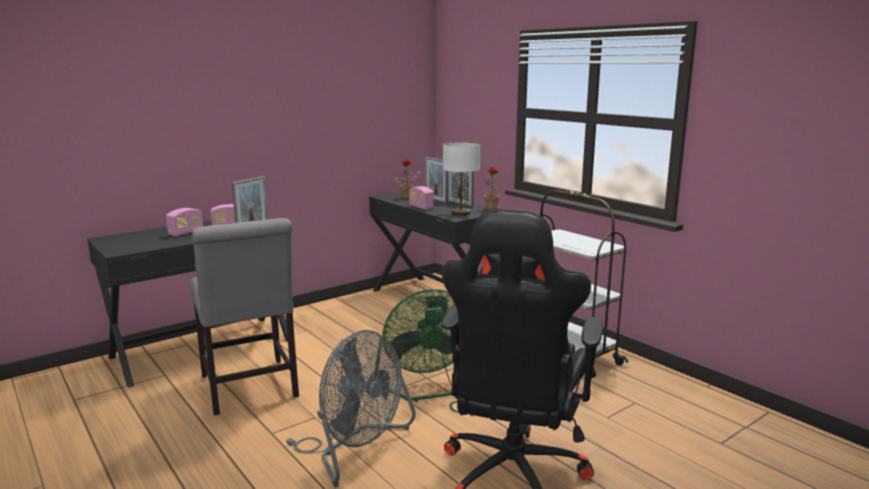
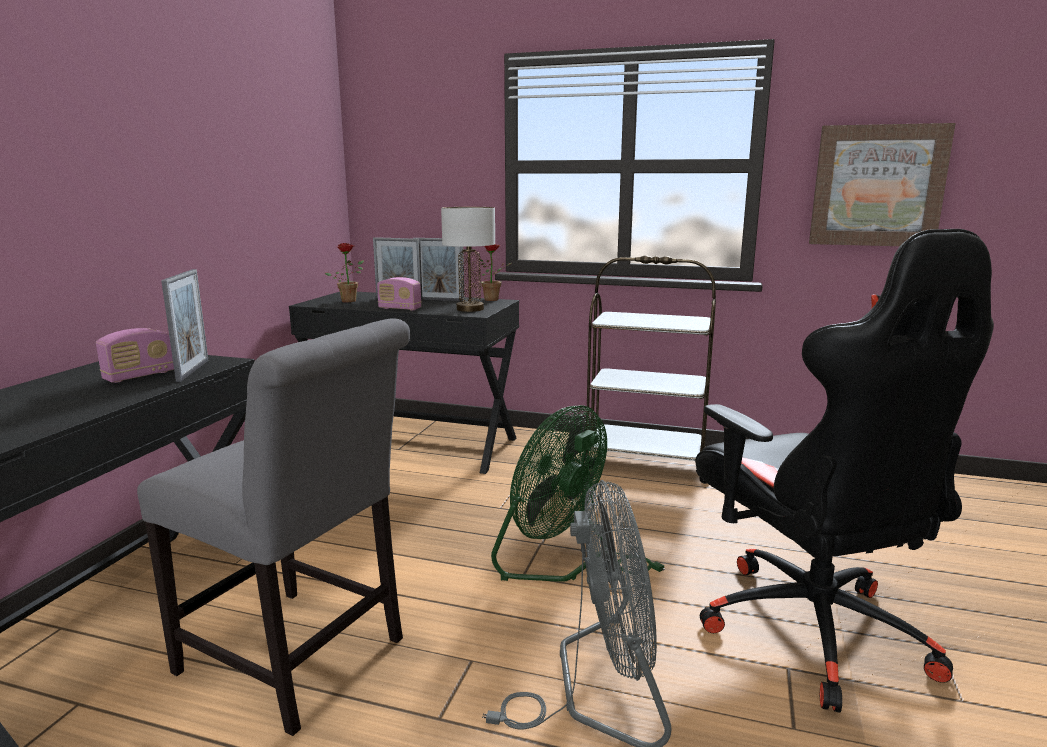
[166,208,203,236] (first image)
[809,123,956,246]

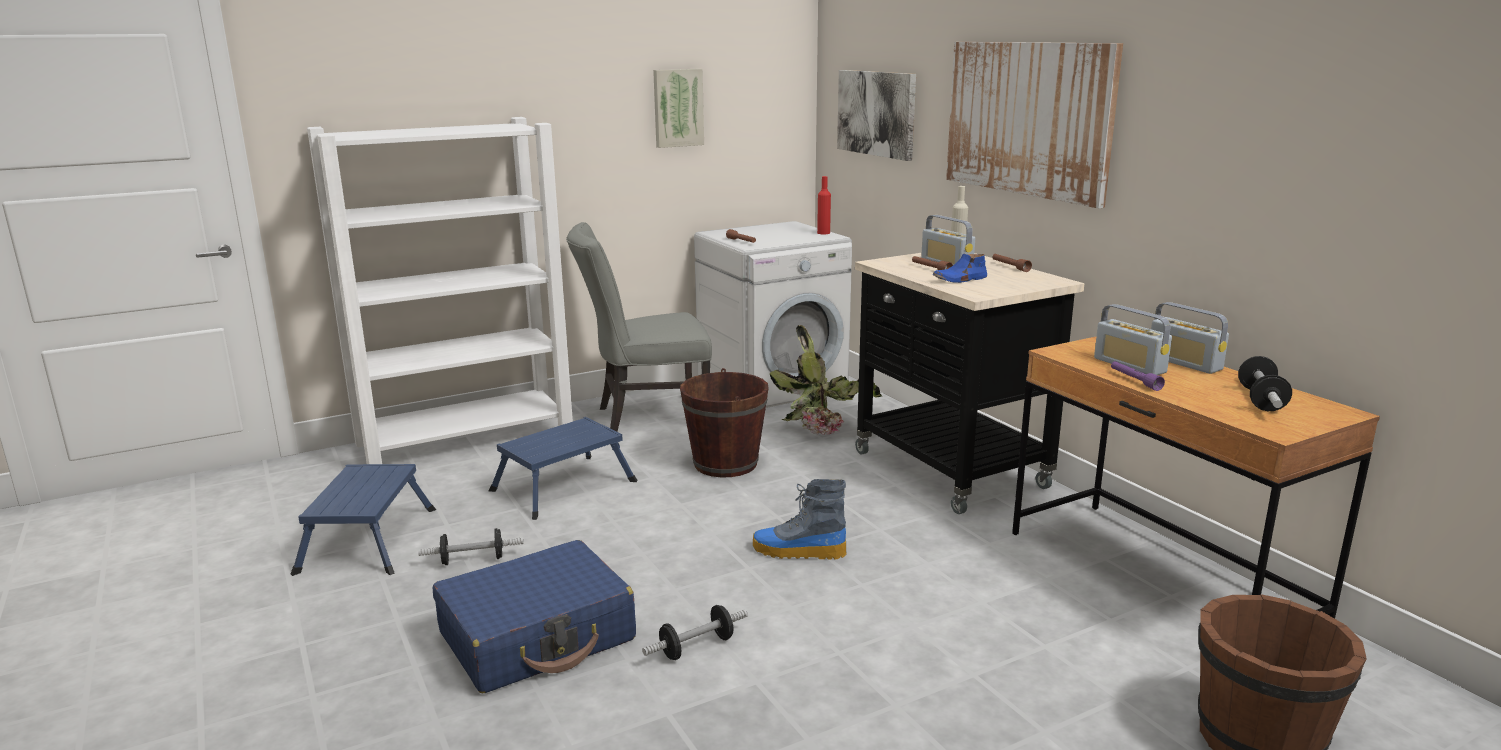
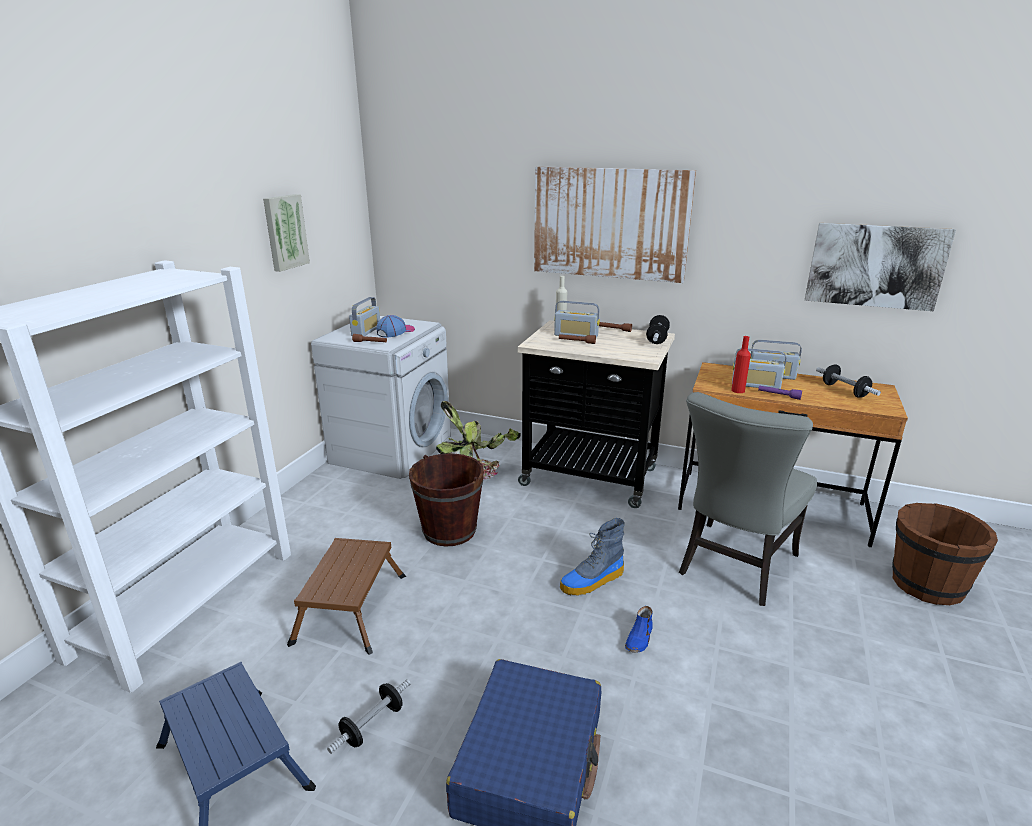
[287,538,406,655]
[679,392,817,606]
[646,315,670,344]
[731,336,751,393]
[805,223,956,311]
[625,606,653,653]
[349,297,380,336]
[376,315,415,338]

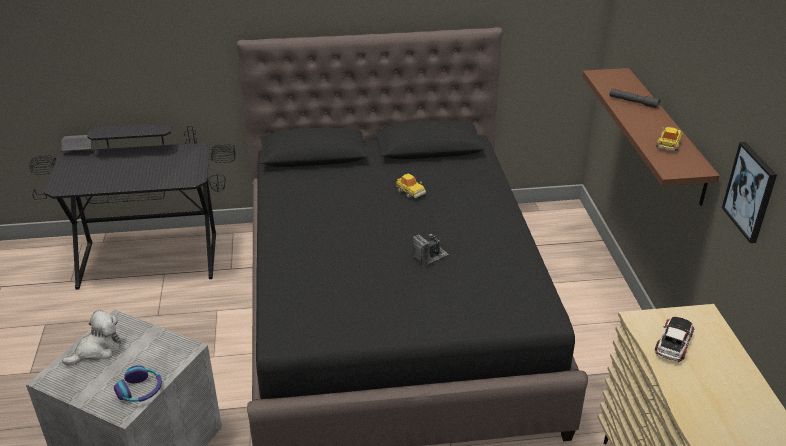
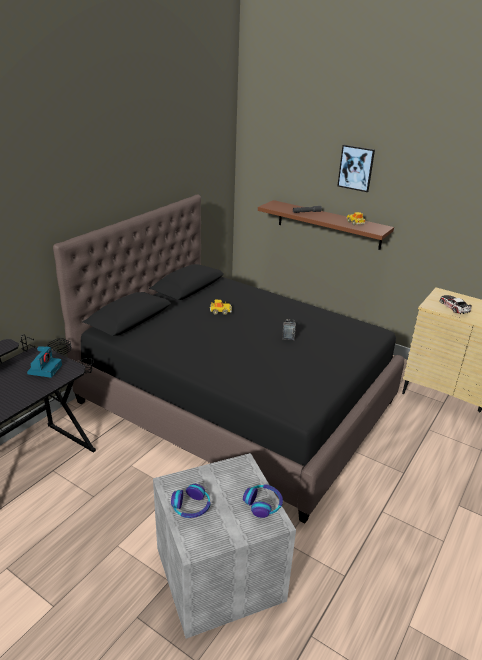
[171,484,211,518]
[337,145,375,192]
[27,346,62,378]

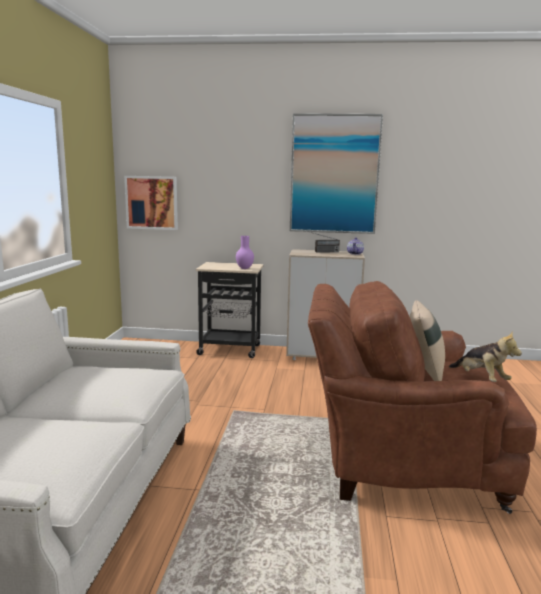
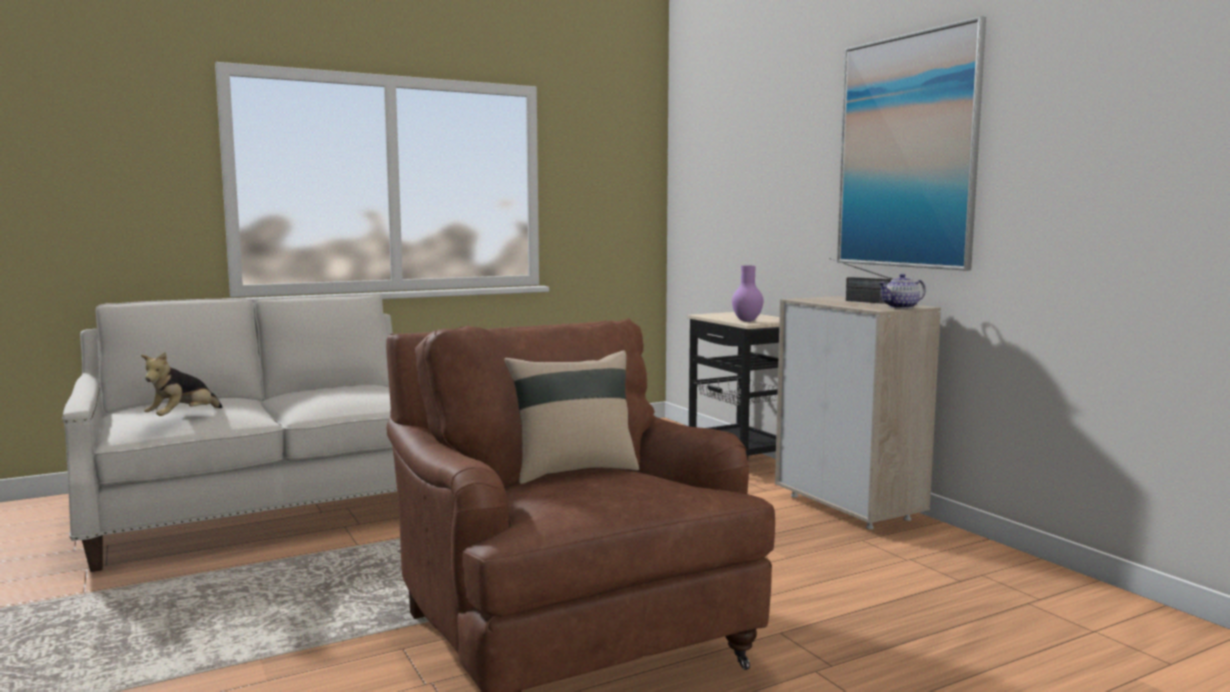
[124,176,178,230] (first image)
[141,352,222,416]

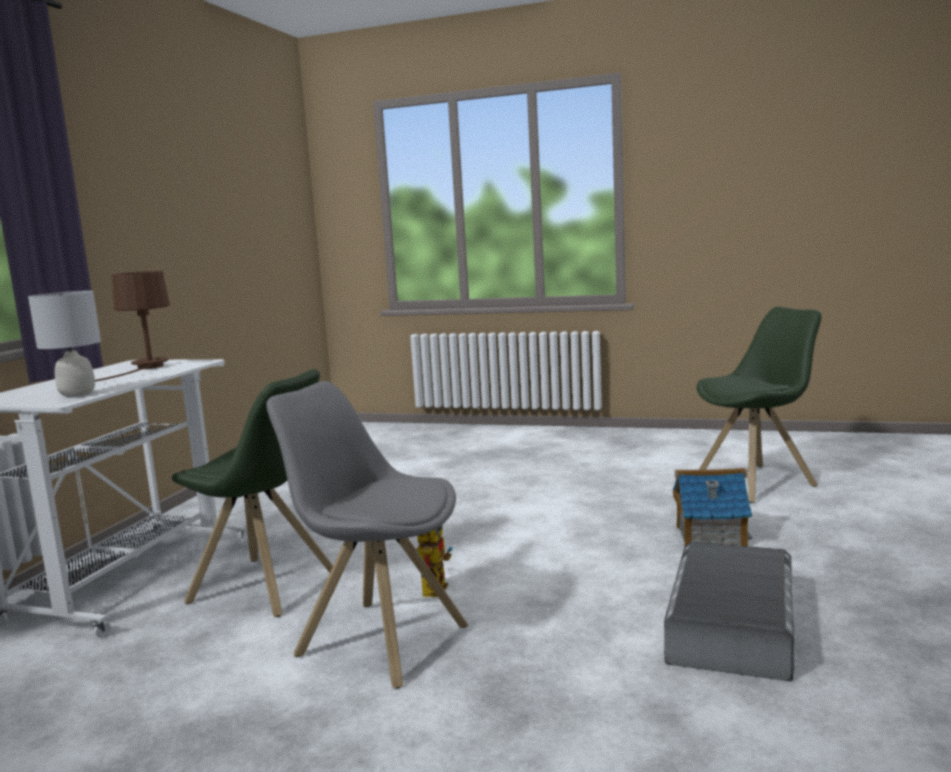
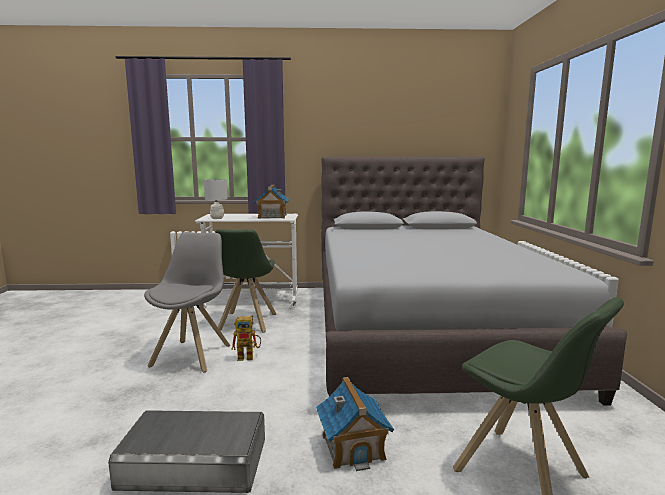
[254,185,289,219]
[321,157,627,406]

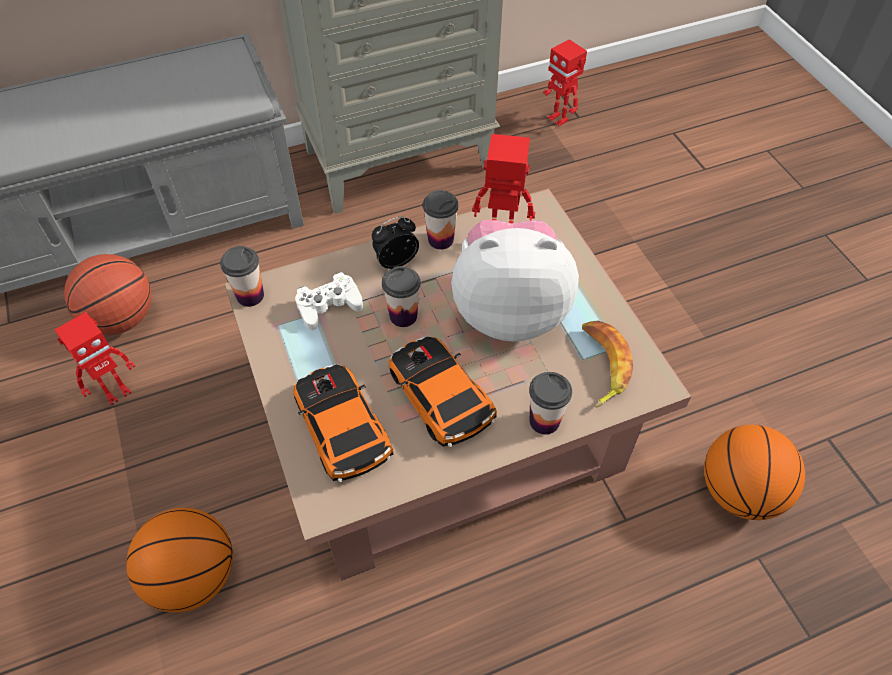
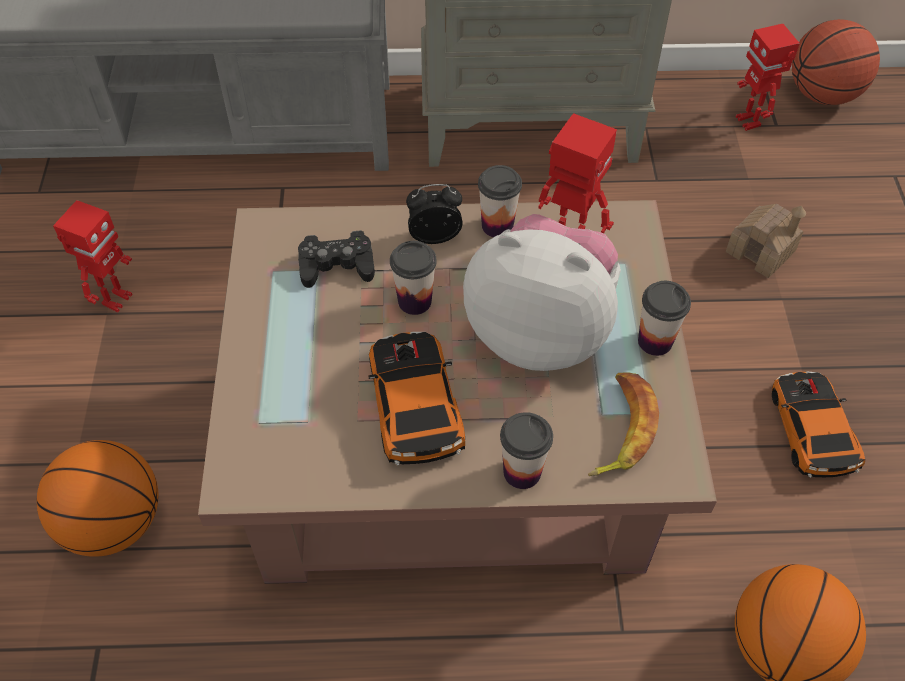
[53,200,133,312]
[792,19,880,105]
[638,281,691,356]
[772,372,866,478]
[298,230,375,288]
[726,204,806,278]

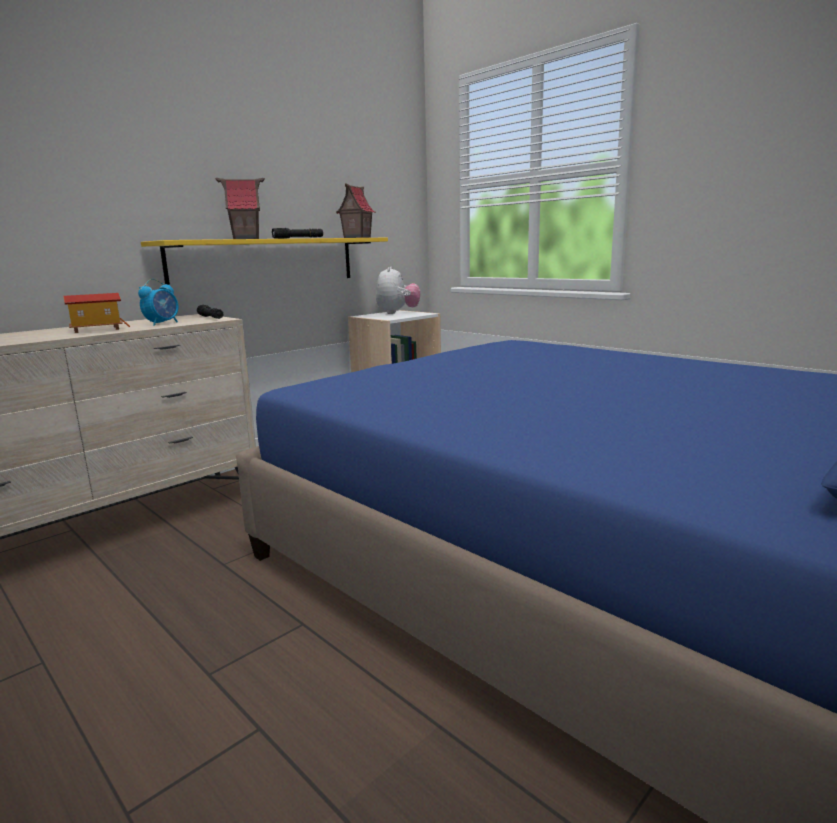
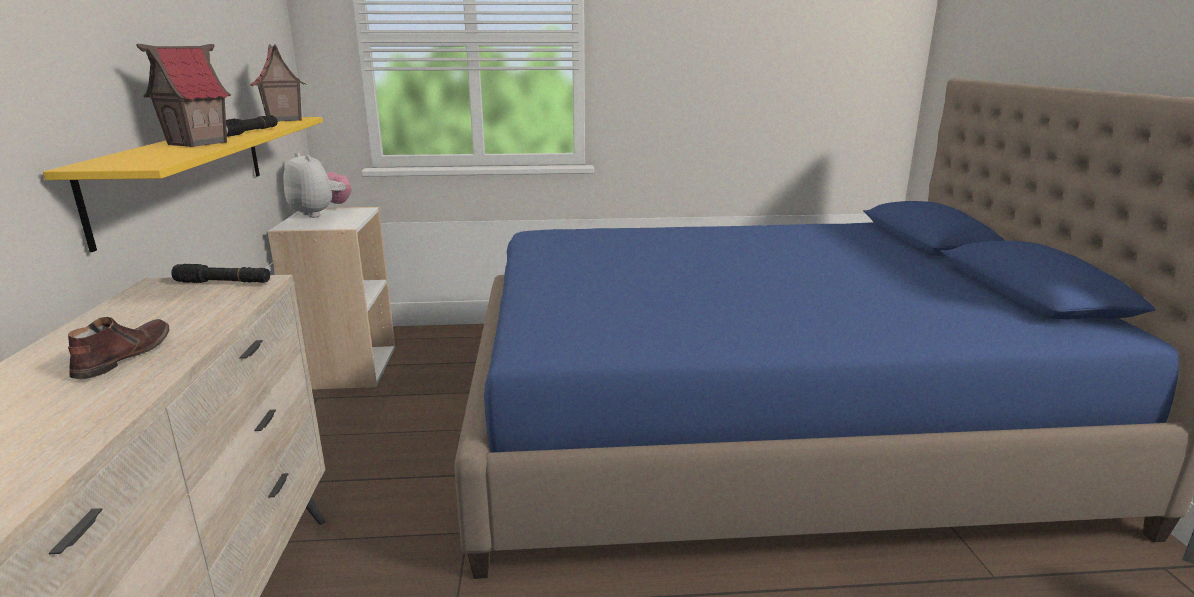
[68,317,170,379]
[138,279,178,326] (first image)

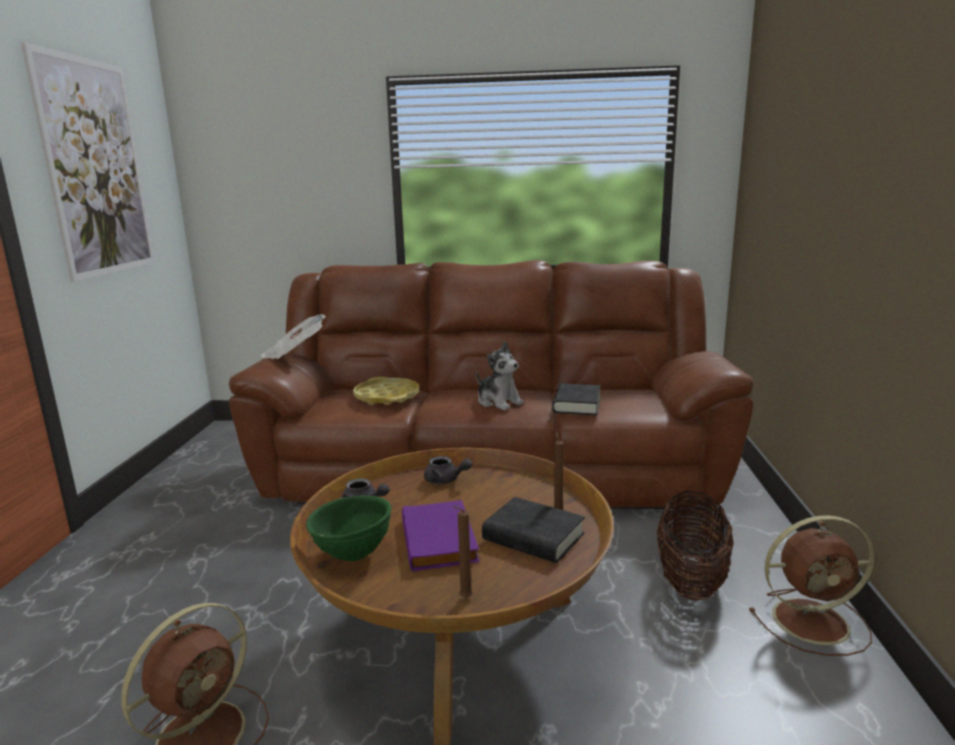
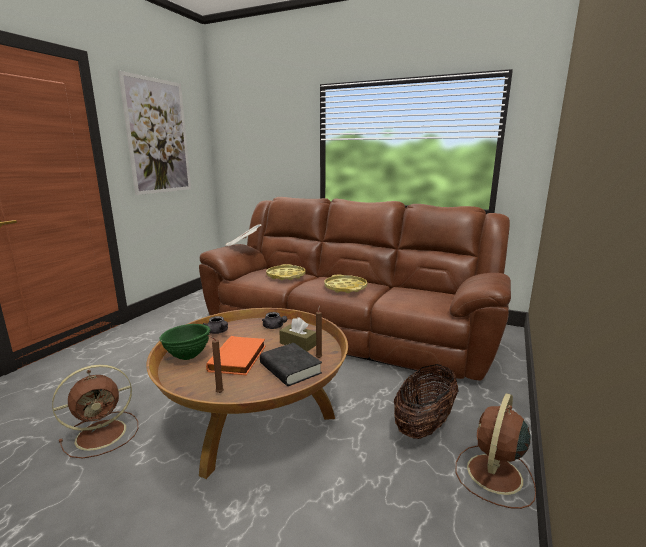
[206,336,266,375]
[324,274,367,293]
[552,383,601,415] (first image)
[456,393,536,509]
[279,317,316,351]

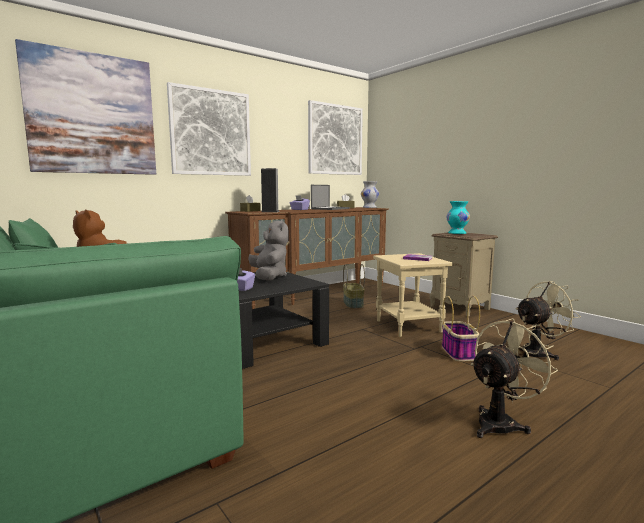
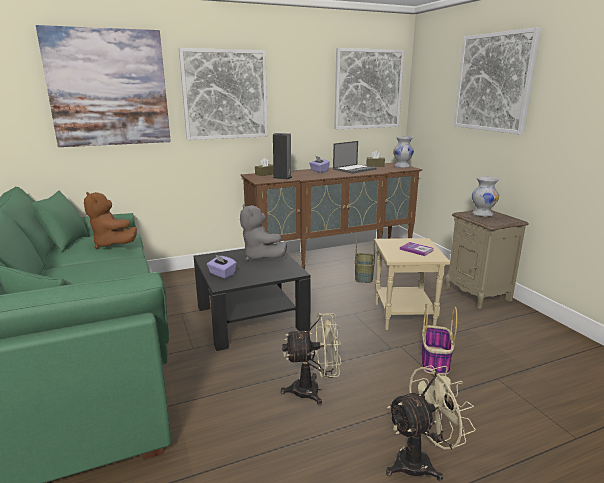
[240,204,287,261]
[472,177,499,217]
[281,313,341,405]
[454,27,541,135]

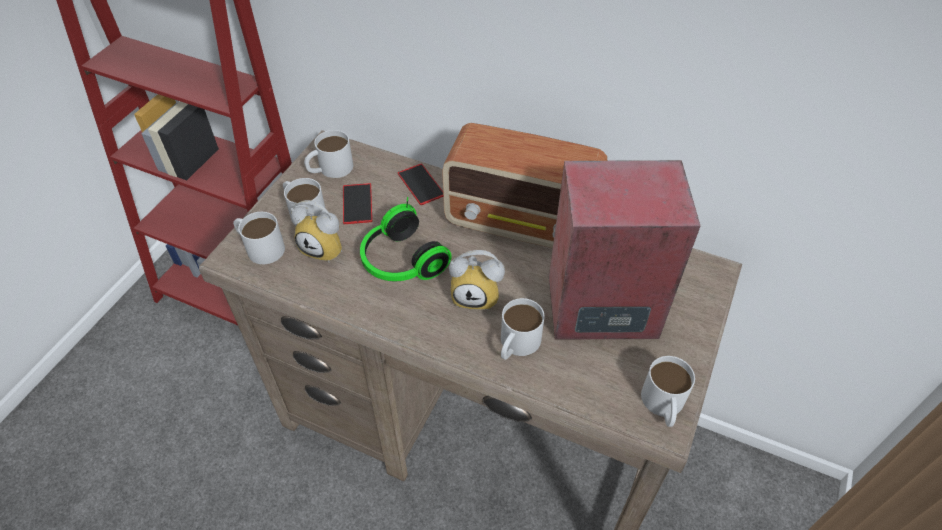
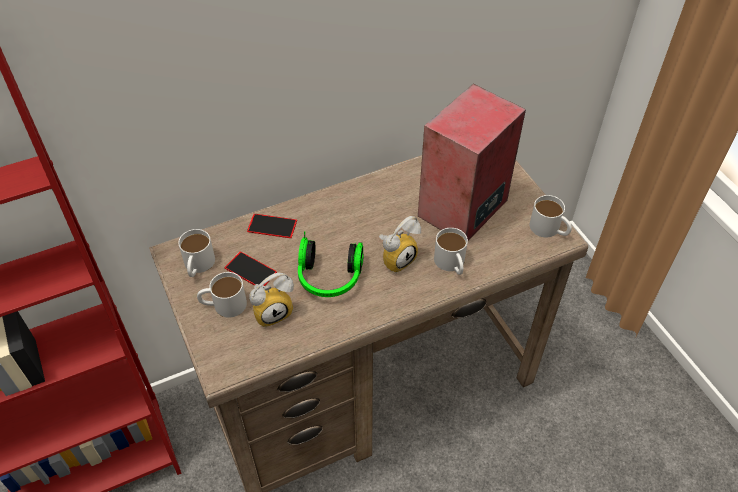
[233,212,285,264] (first image)
[442,123,607,248] (first image)

